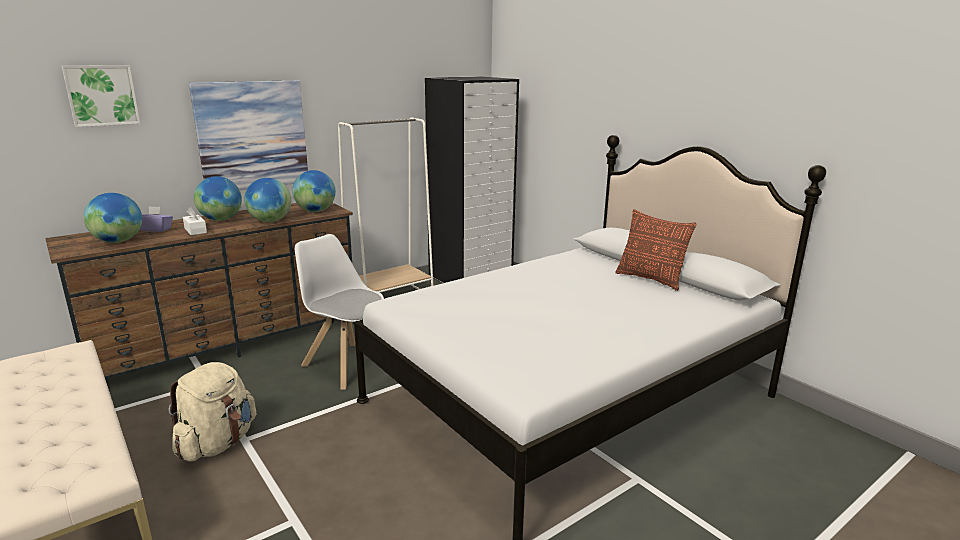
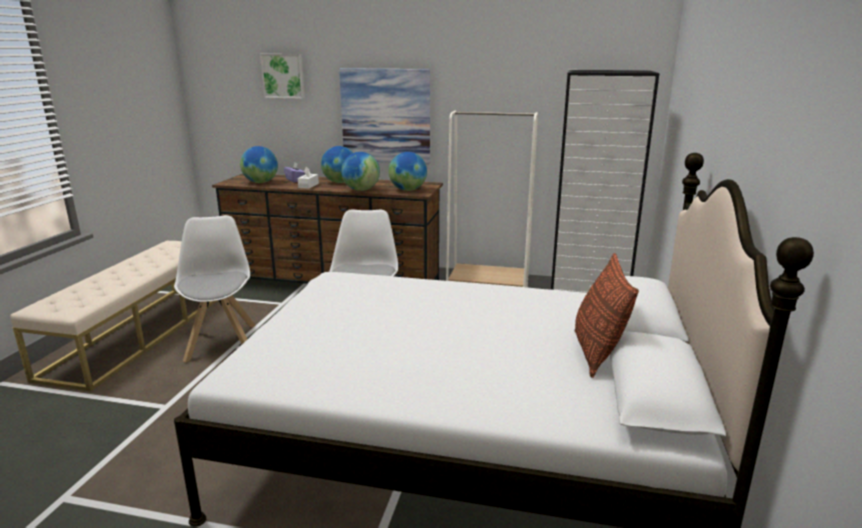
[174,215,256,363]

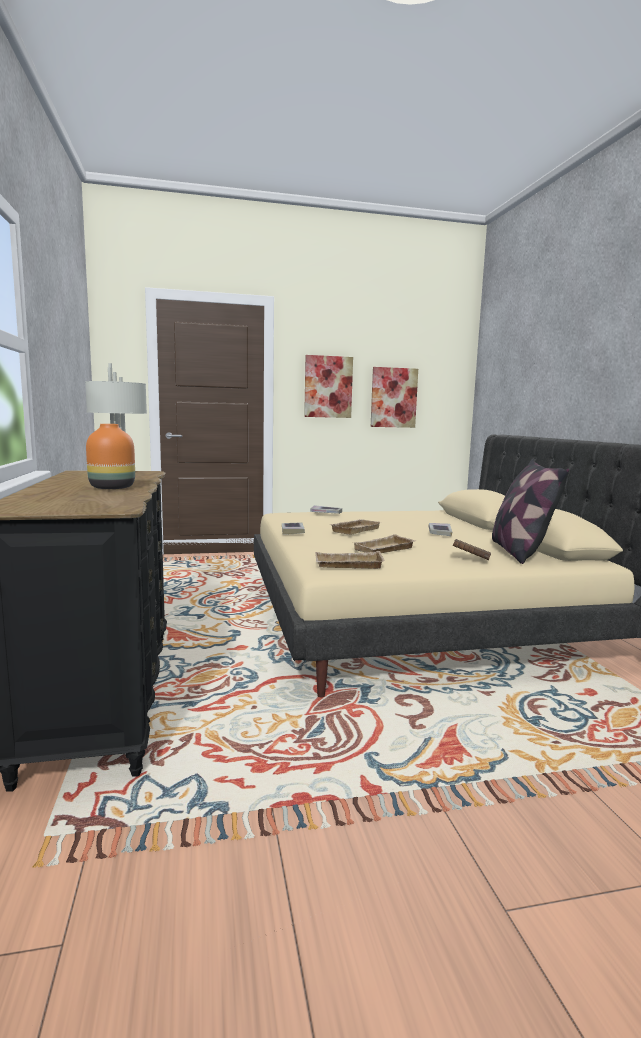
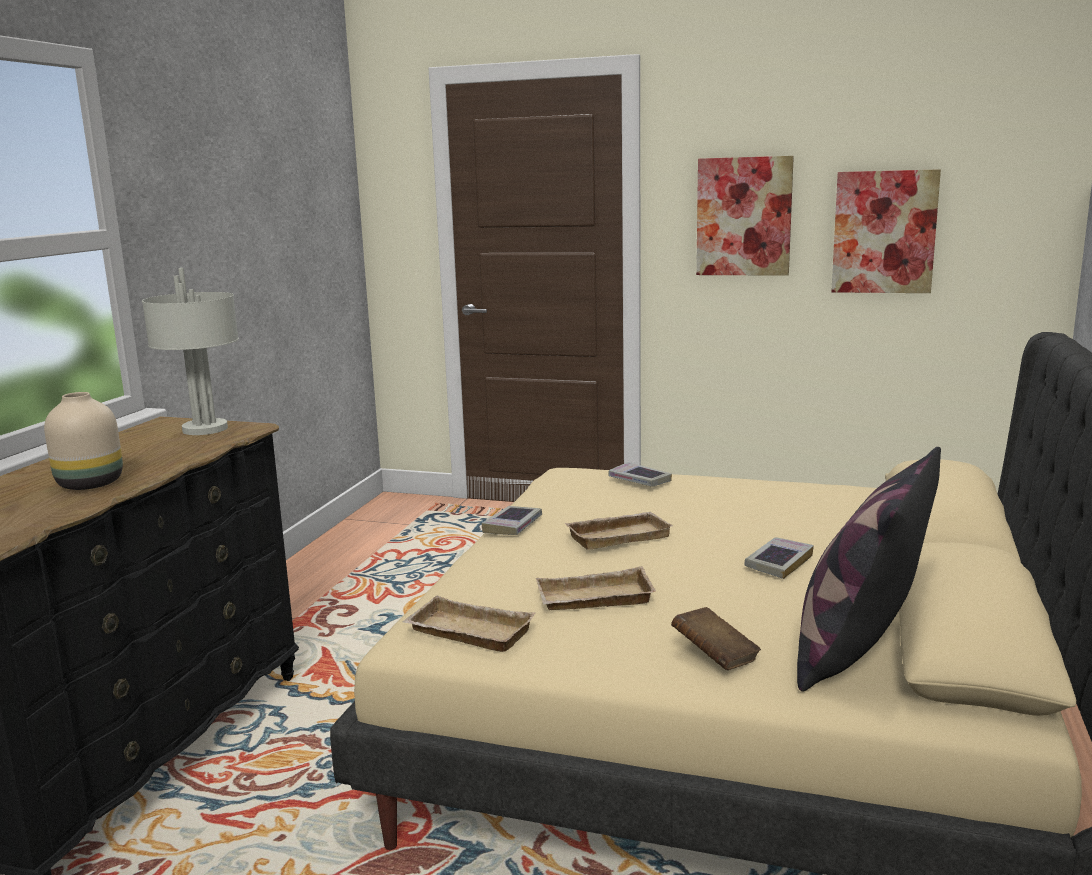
[44,392,123,490]

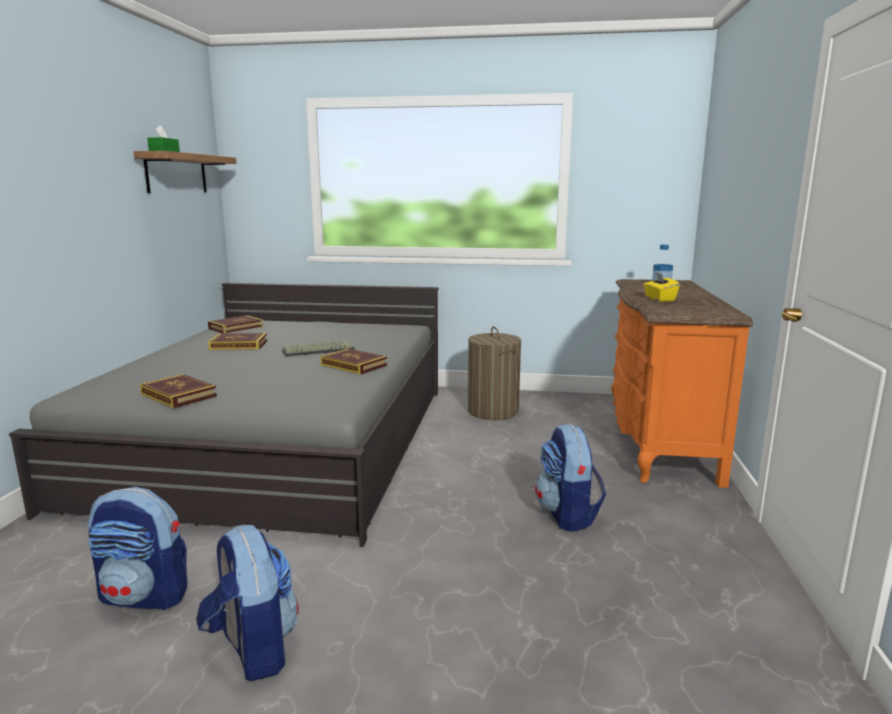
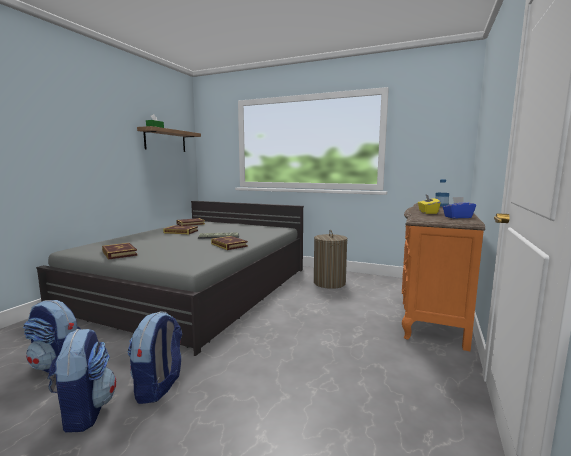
[127,312,182,404]
[443,197,476,219]

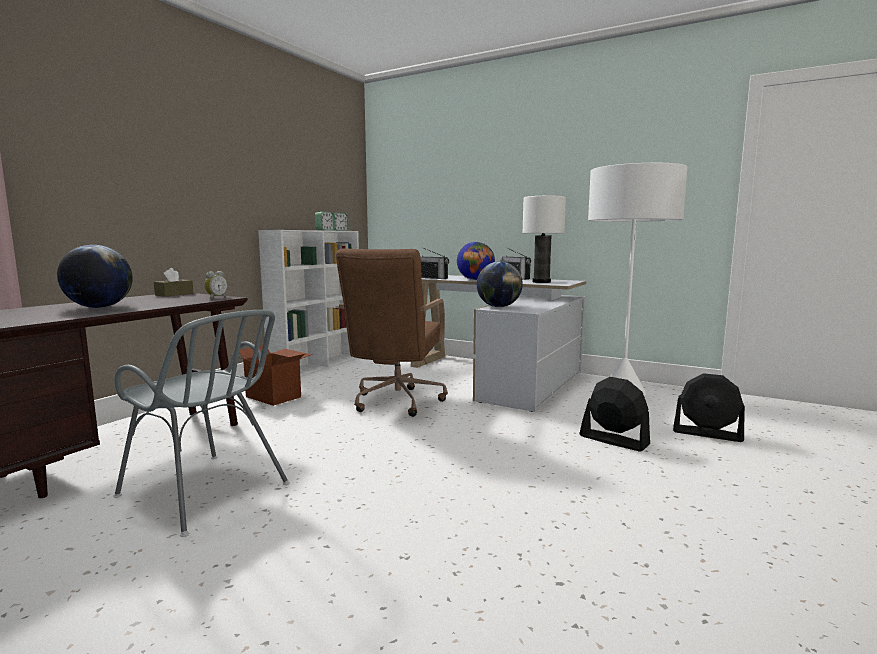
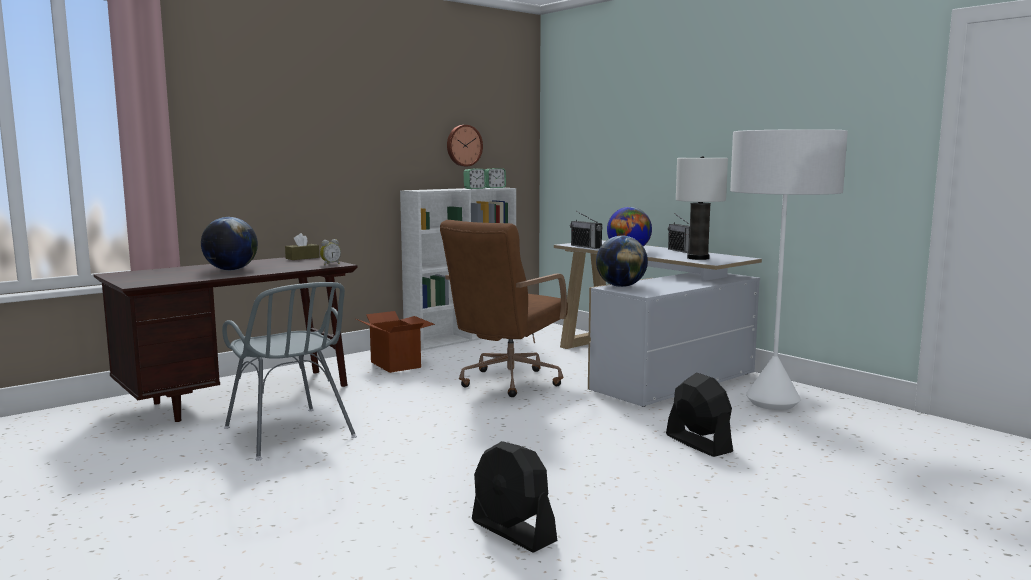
[472,441,557,552]
[447,125,483,167]

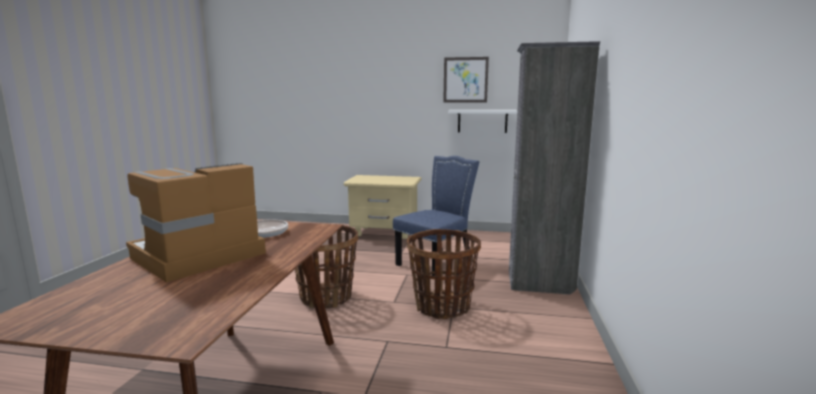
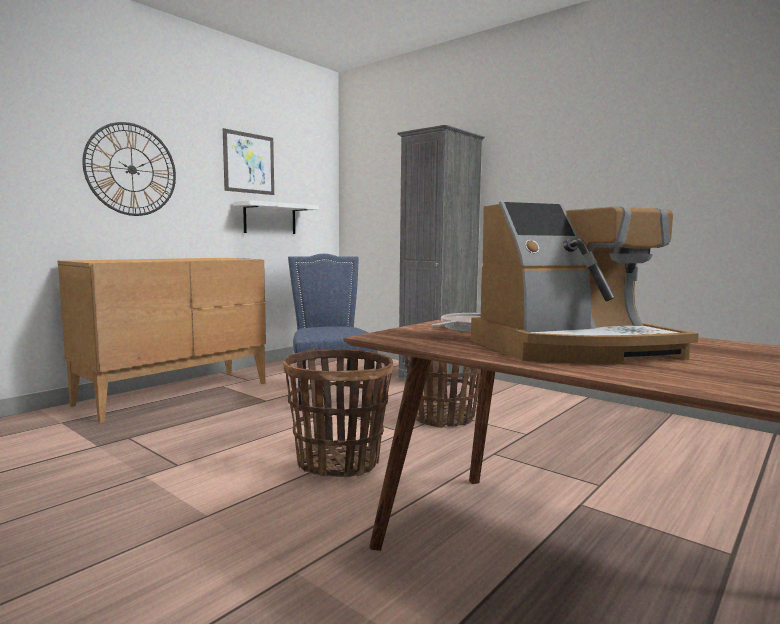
[471,202,699,364]
[57,258,266,423]
[82,122,176,216]

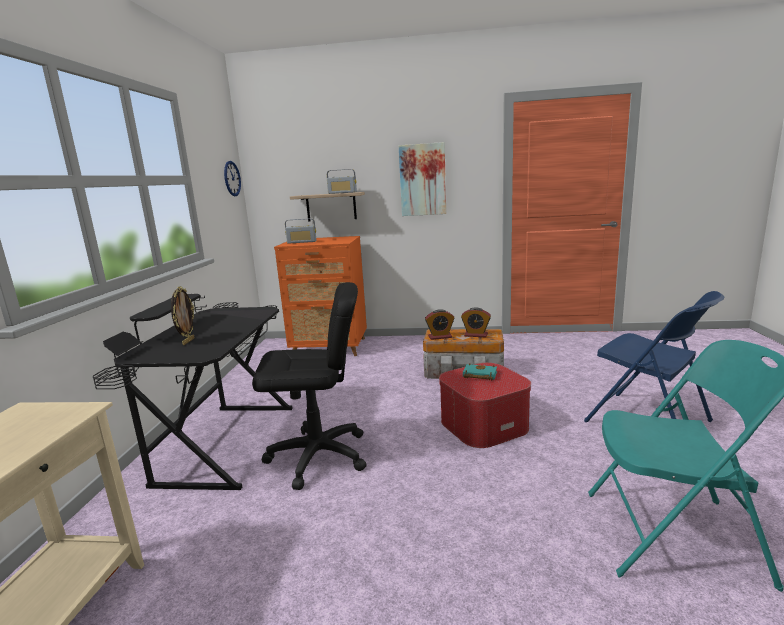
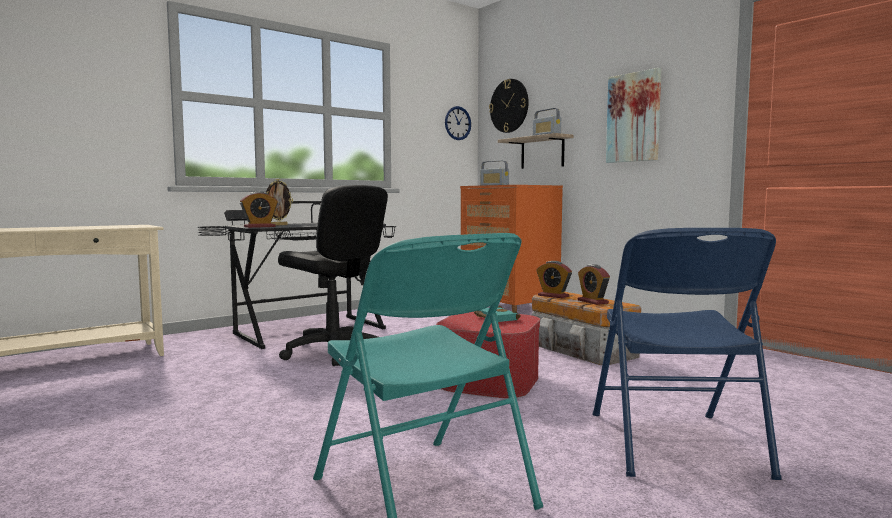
[240,192,278,228]
[489,79,529,133]

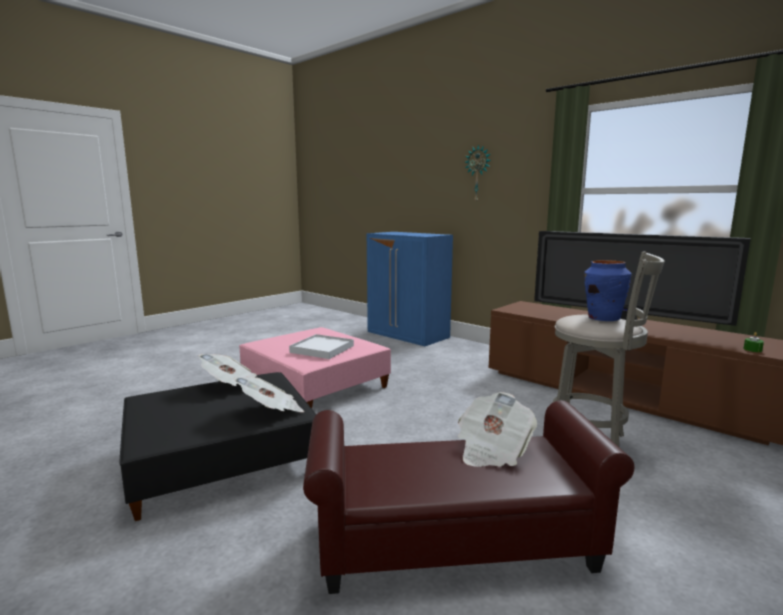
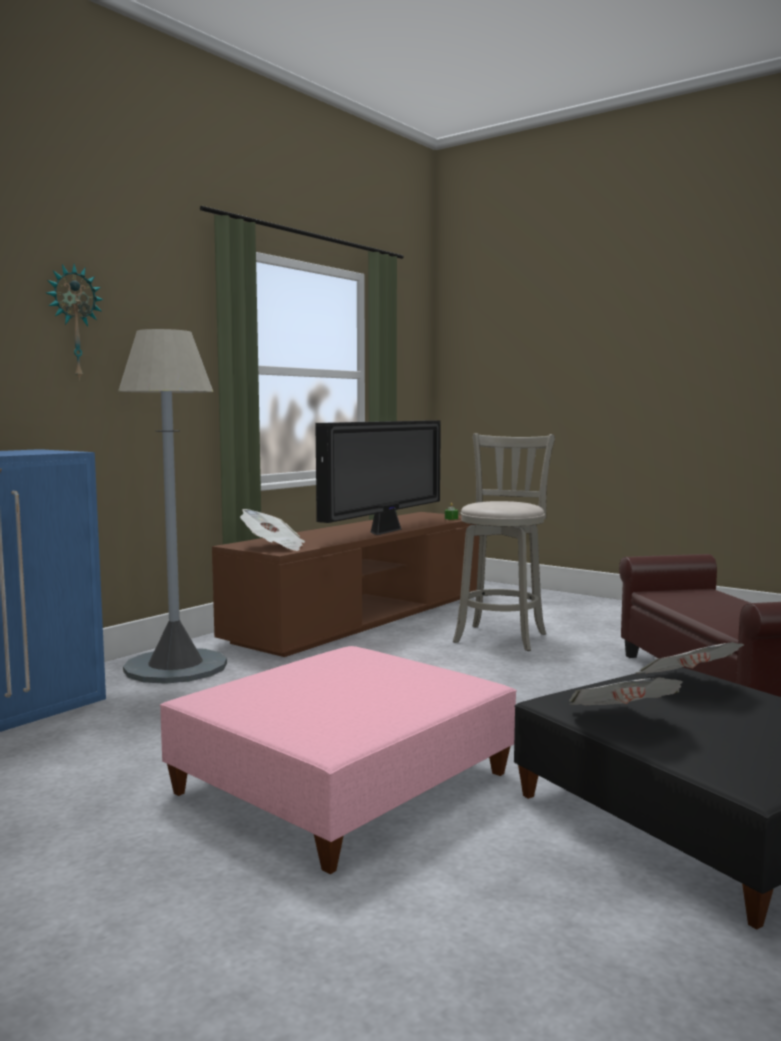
[289,334,354,359] (first image)
[240,509,305,551]
[585,260,632,321] (first image)
[118,329,227,684]

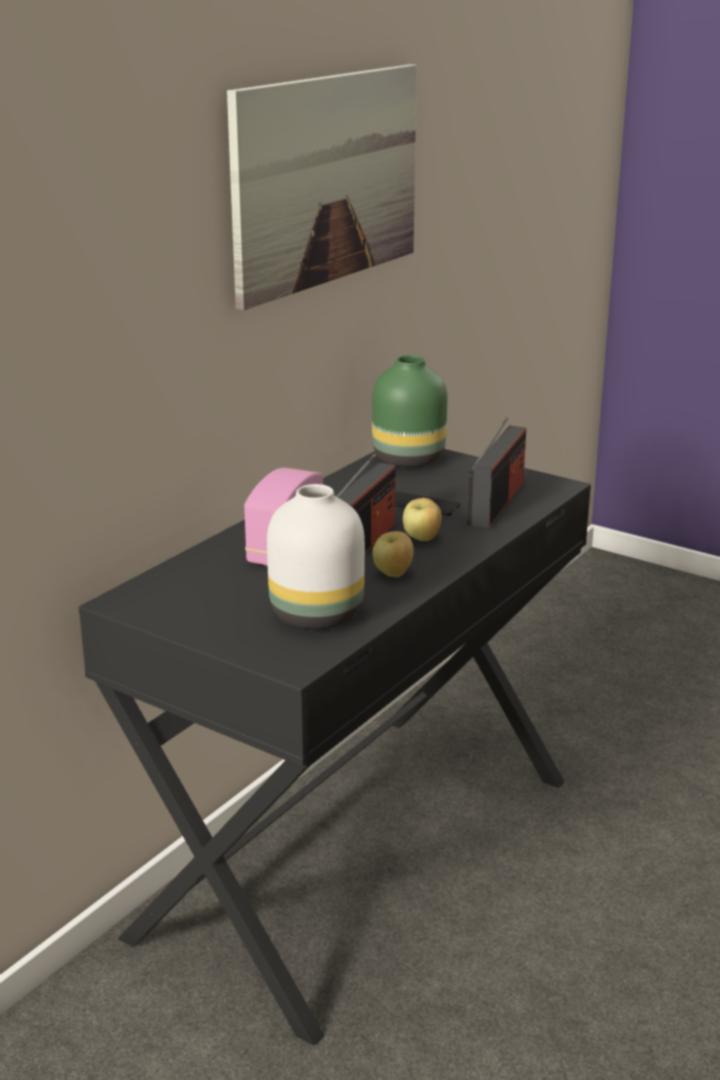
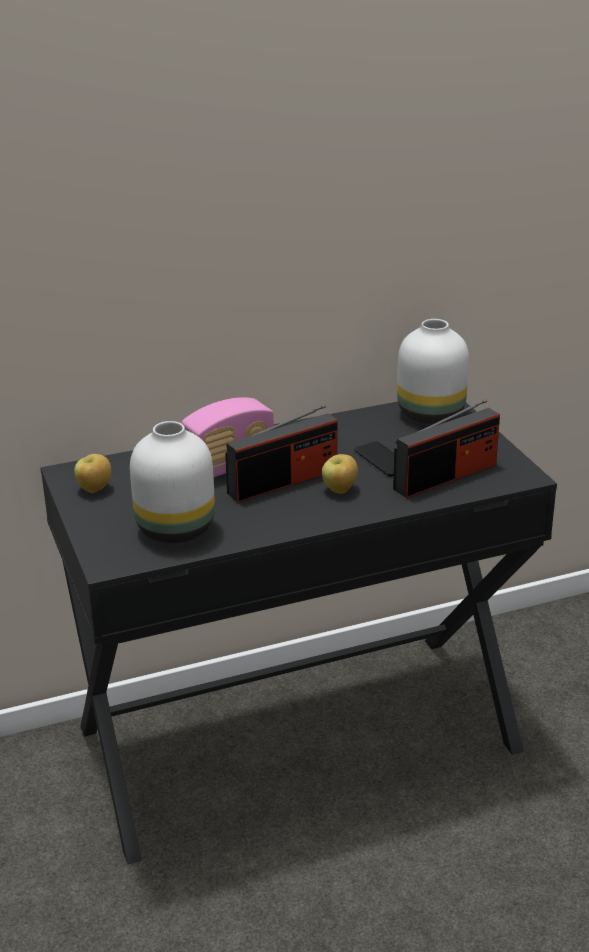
[227,64,417,310] (first image)
[397,319,469,424]
[74,454,111,493]

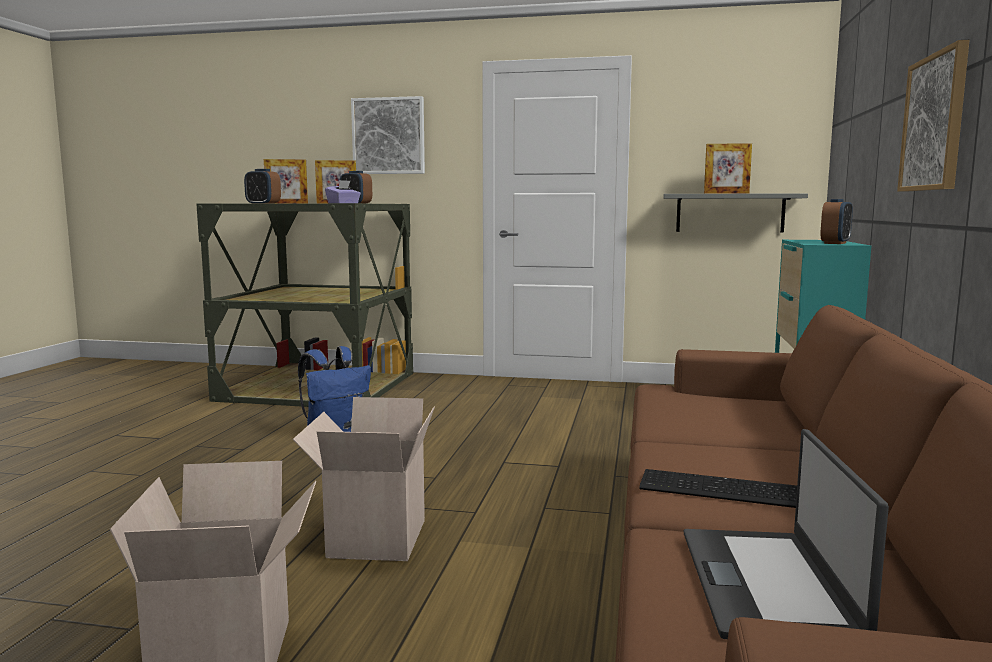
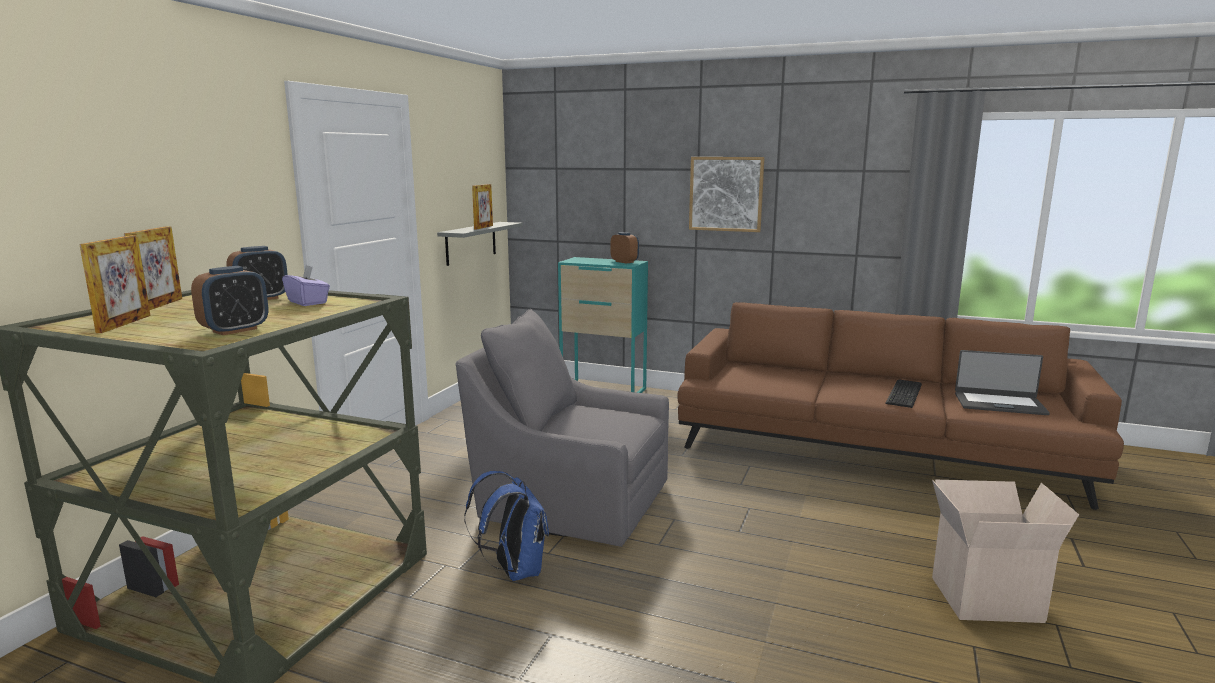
[293,397,435,561] (first image)
[351,96,425,174] (first image)
[455,309,669,547]

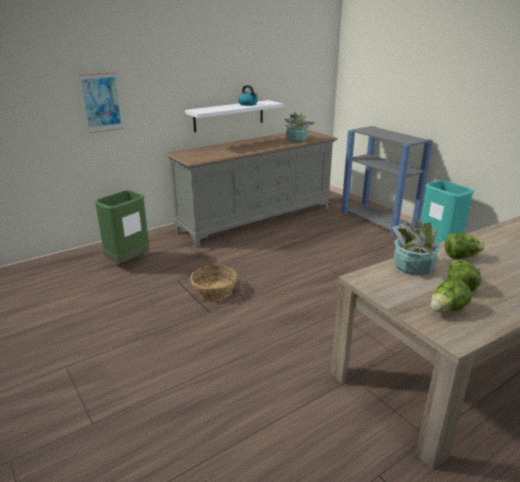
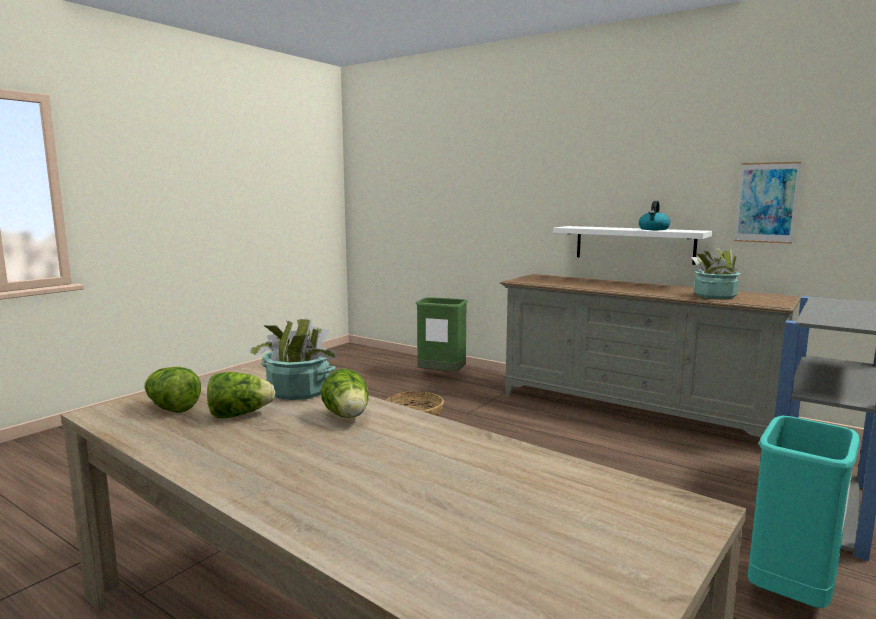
[734,162,801,244]

